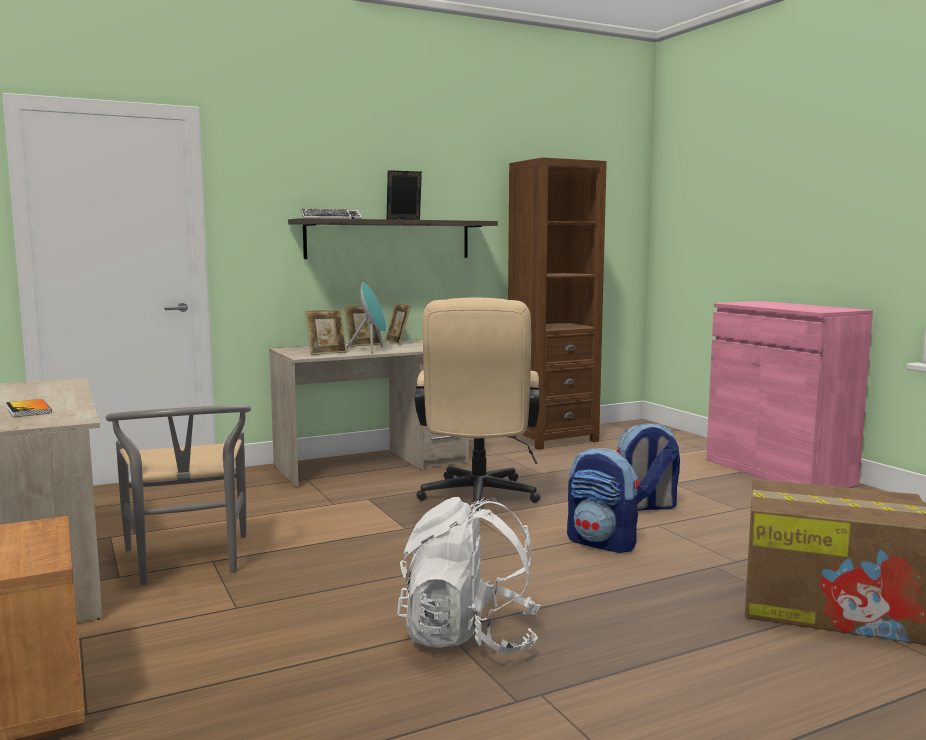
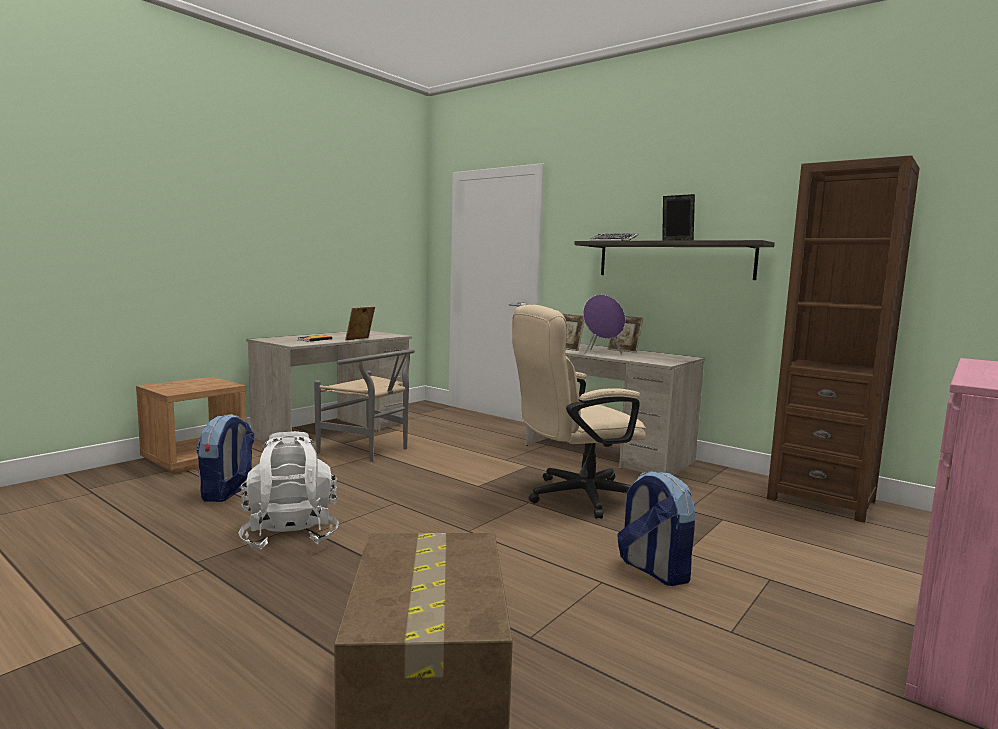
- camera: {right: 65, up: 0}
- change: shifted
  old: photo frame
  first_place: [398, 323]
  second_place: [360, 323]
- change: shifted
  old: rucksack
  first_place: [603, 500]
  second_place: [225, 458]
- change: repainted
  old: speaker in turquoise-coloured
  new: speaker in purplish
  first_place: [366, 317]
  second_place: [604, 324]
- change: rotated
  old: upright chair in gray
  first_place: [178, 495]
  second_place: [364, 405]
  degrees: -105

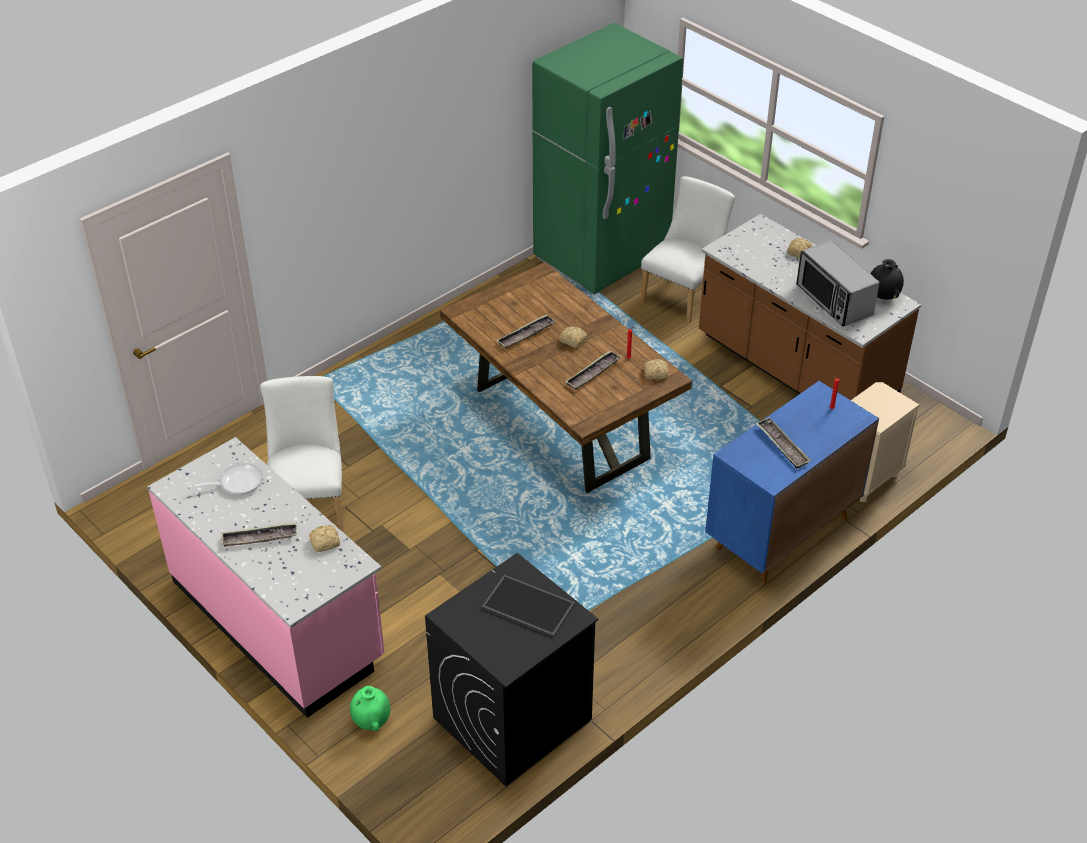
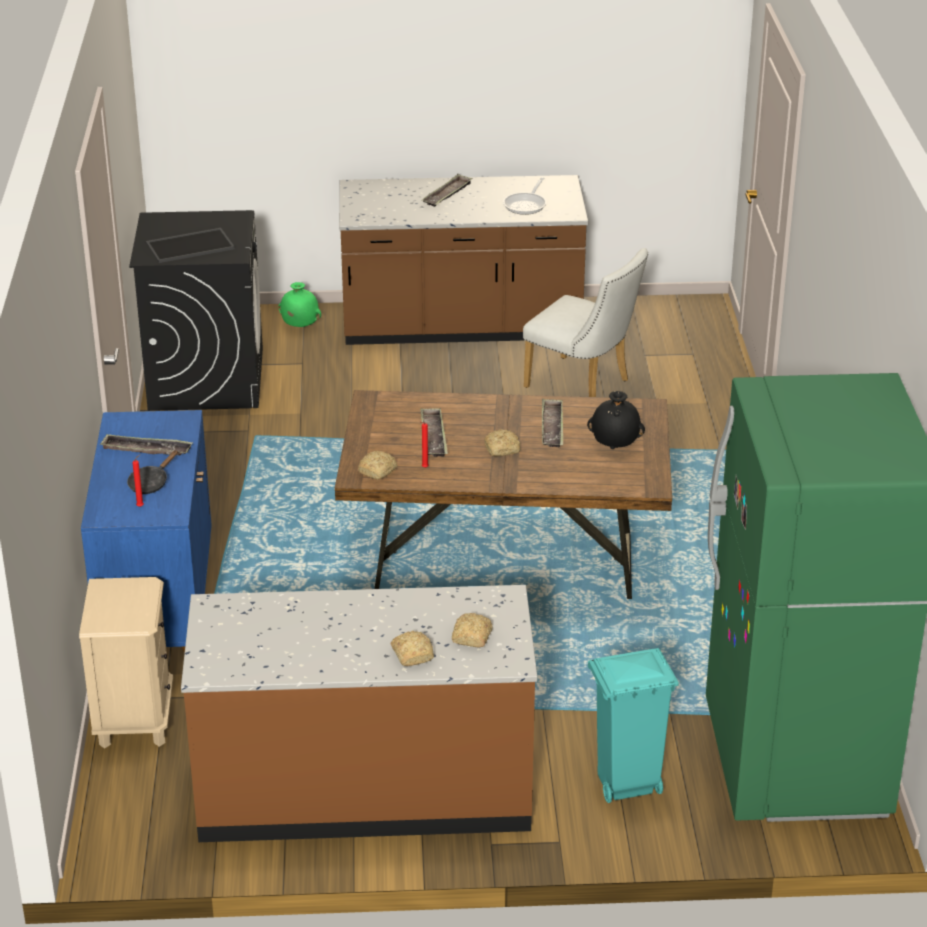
- camera: {right: 130, up: -10}
- change: gone
  old: kitchen microwave
  first_place: [838, 284]
- change: new
  new: skillet in blackish
  second_place: [152, 472]
- change: shifted
  old: bakery bread
  first_place: [324, 538]
  second_place: [472, 630]
- change: shifted
  old: decorative vase in blackish
  first_place: [887, 279]
  second_place: [616, 420]
- change: swapped
  old: upright chair in white
  new: rubbish bin in turquoise-coloured
  first_place: [688, 249]
  second_place: [633, 725]
- change: repainted
  old: kitchen base unit in pink-coloured
  new: kitchen base unit in brown
  first_place: [266, 577]
  second_place: [463, 260]

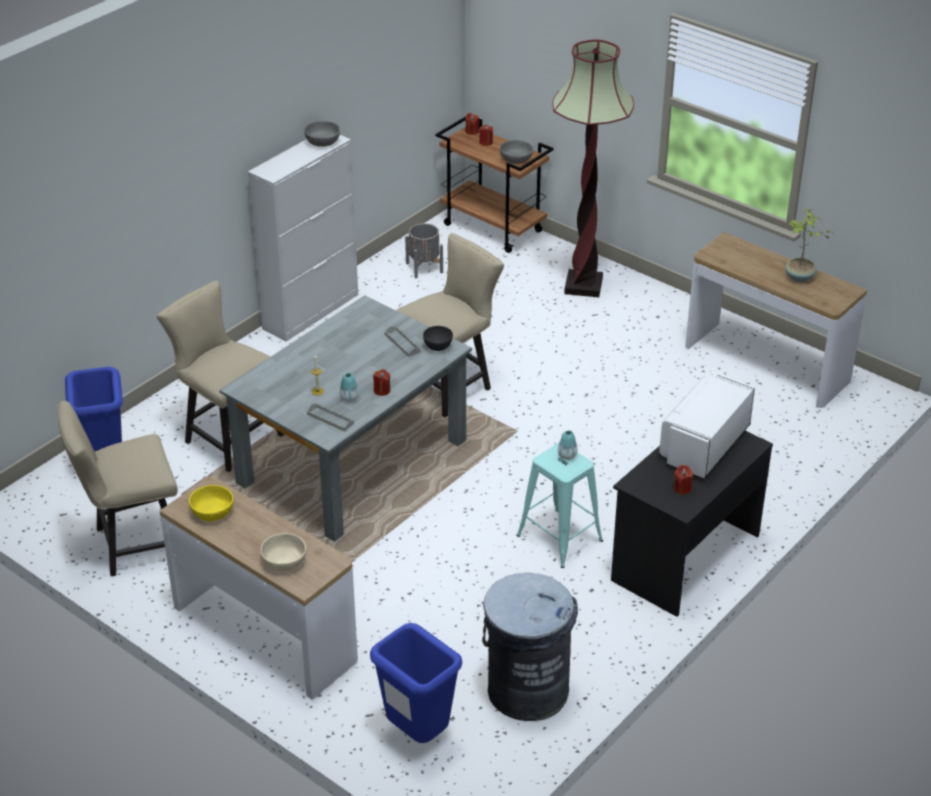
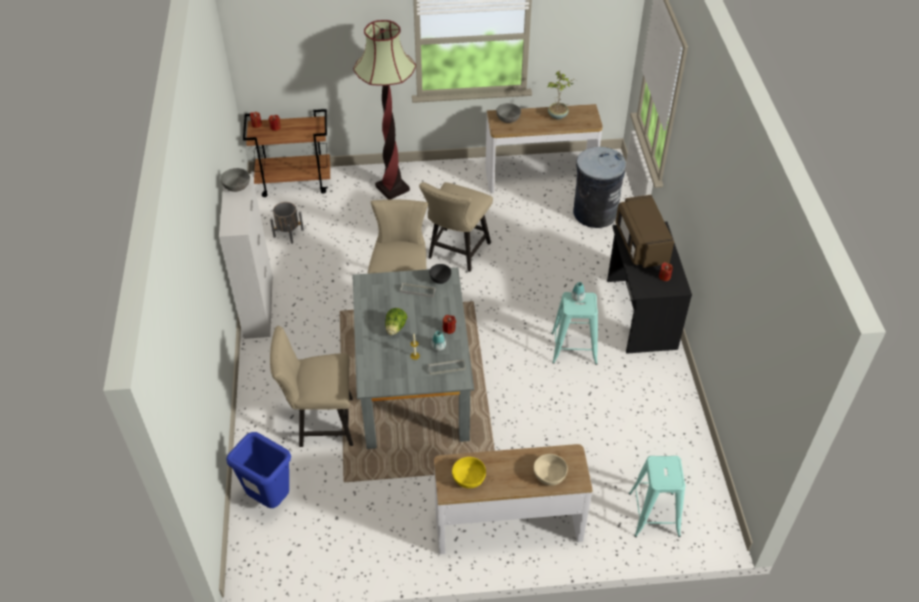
- camera: {right: -45, up: 10}
- change: new
  new: lettuce head
  second_place: [396, 322]
- change: shifted
  old: upright chair in beige
  first_place: [118, 489]
  second_place: [456, 227]
- change: shifted
  old: rubbish bin in gray
  first_place: [530, 647]
  second_place: [599, 187]
- change: shifted
  old: deep dish in gray
  first_place: [516, 152]
  second_place: [508, 113]
- change: swapped
  old: rubbish bin in bluish
  new: sitting stool in turquoise-coloured
  first_place: [416, 683]
  second_place: [657, 496]
- change: repainted
  old: kitchen microwave in white
  new: kitchen microwave in brown
  first_place: [707, 427]
  second_place: [644, 232]

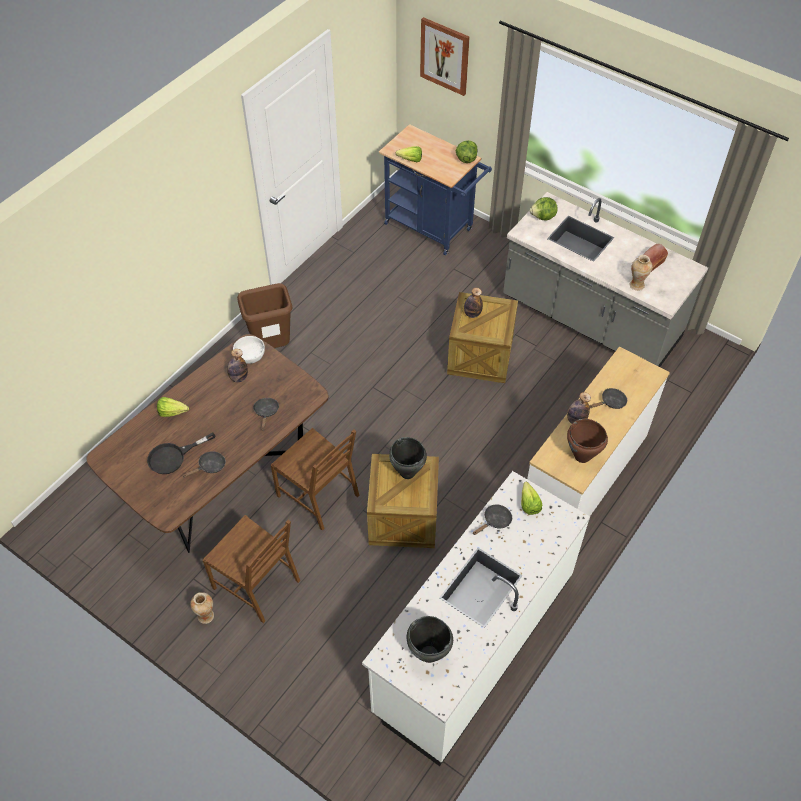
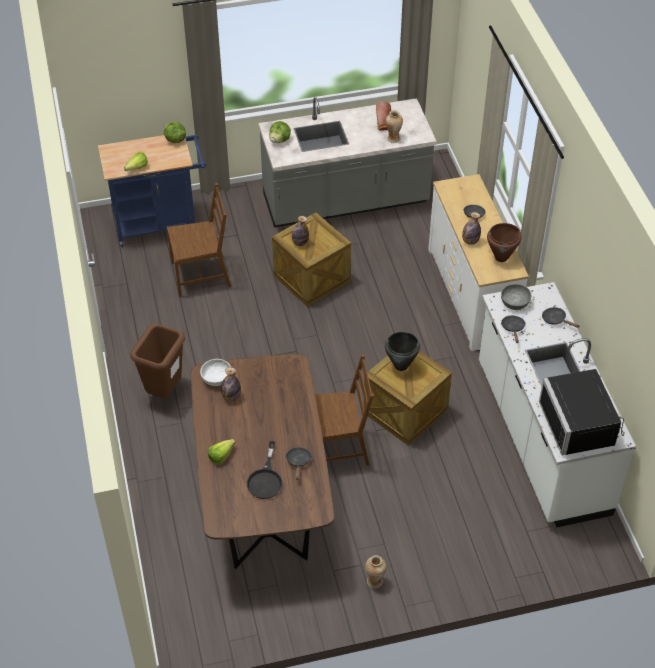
- camera: {right: -50, up: -5}
- change: gone
  old: wall art
  first_place: [445, 56]
- change: shifted
  old: upright chair in brown
  first_place: [251, 569]
  second_place: [199, 240]
- change: shifted
  old: skillet in blackish
  first_place: [266, 414]
  second_place: [560, 317]
- change: swapped
  old: stockpot in blackish
  new: kitchen microwave in blackish
  first_place: [430, 639]
  second_place: [581, 412]
- change: swapped
  old: lettuce head
  new: deep dish in gray
  first_place: [531, 498]
  second_place: [516, 297]

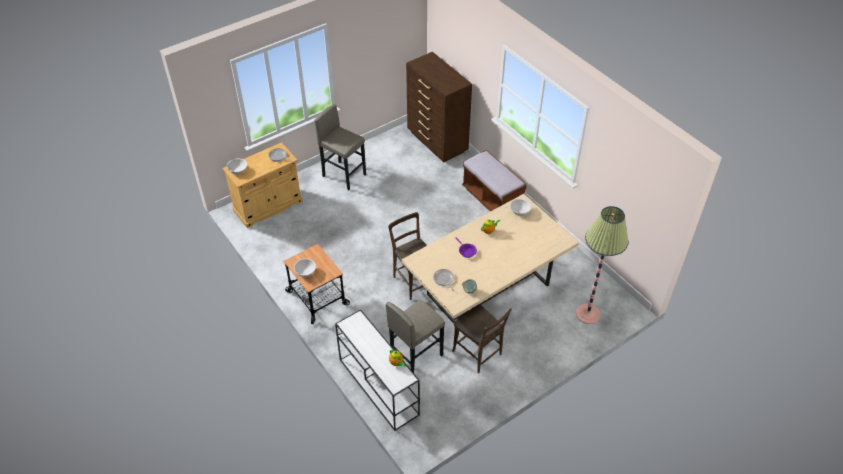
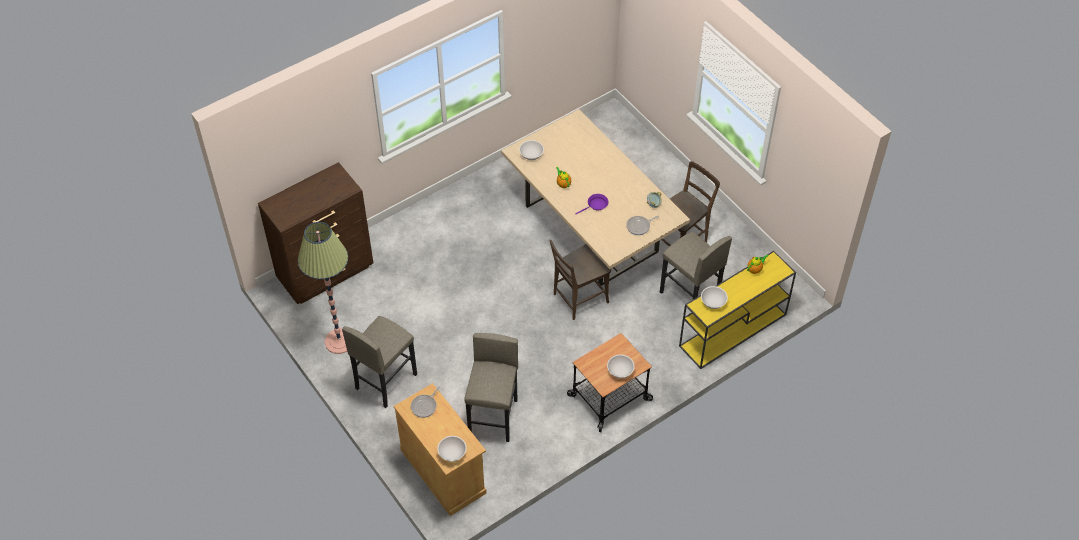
- camera: {right: -90, up: 5}
- change: gone
  old: long seat in brown
  first_place: [494, 180]
- change: new
  new: sitting stool in gray
  second_place: [491, 387]
- change: new
  new: deep dish in white
  second_place: [714, 297]
- change: shifted
  old: floor lamp
  first_place: [602, 265]
  second_place: [323, 288]
- change: repainted
  old: hall table in white
  new: hall table in yellowish
  first_place: [377, 370]
  second_place: [737, 310]

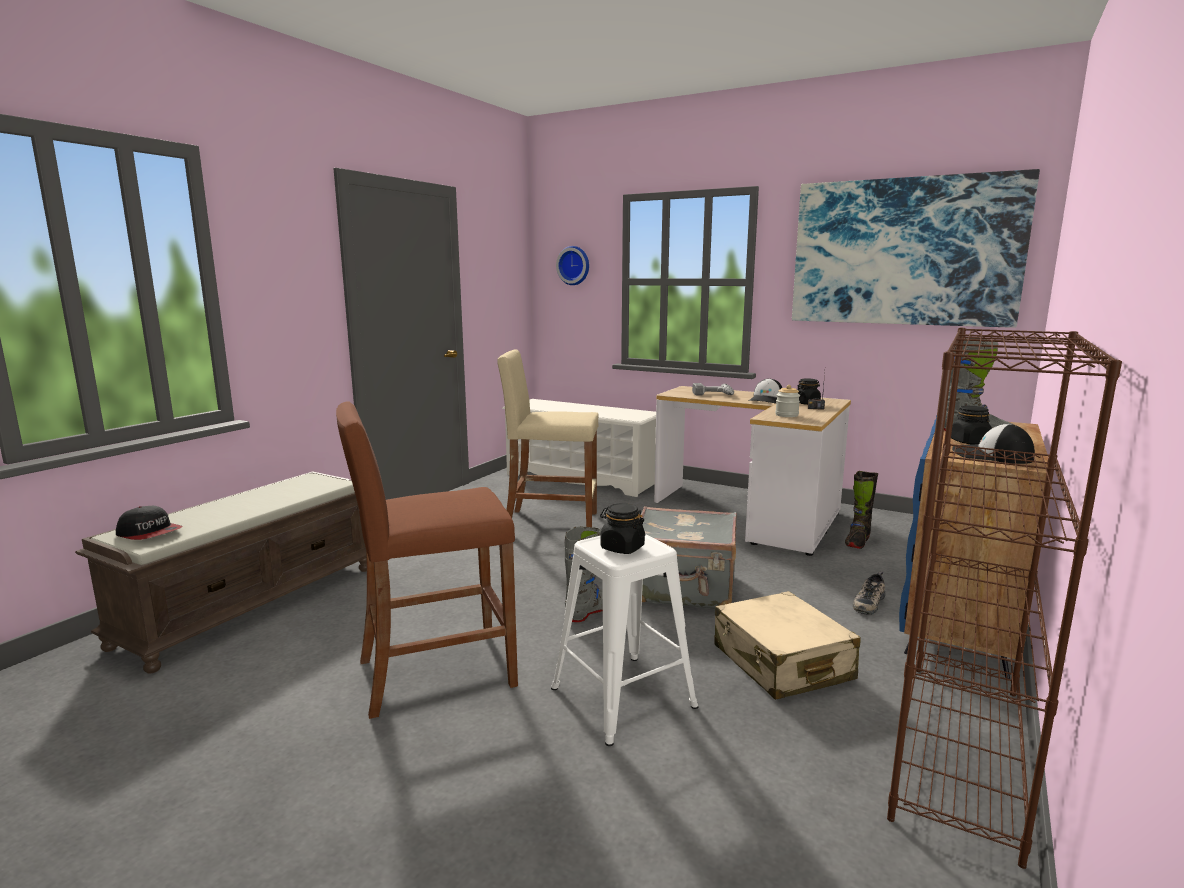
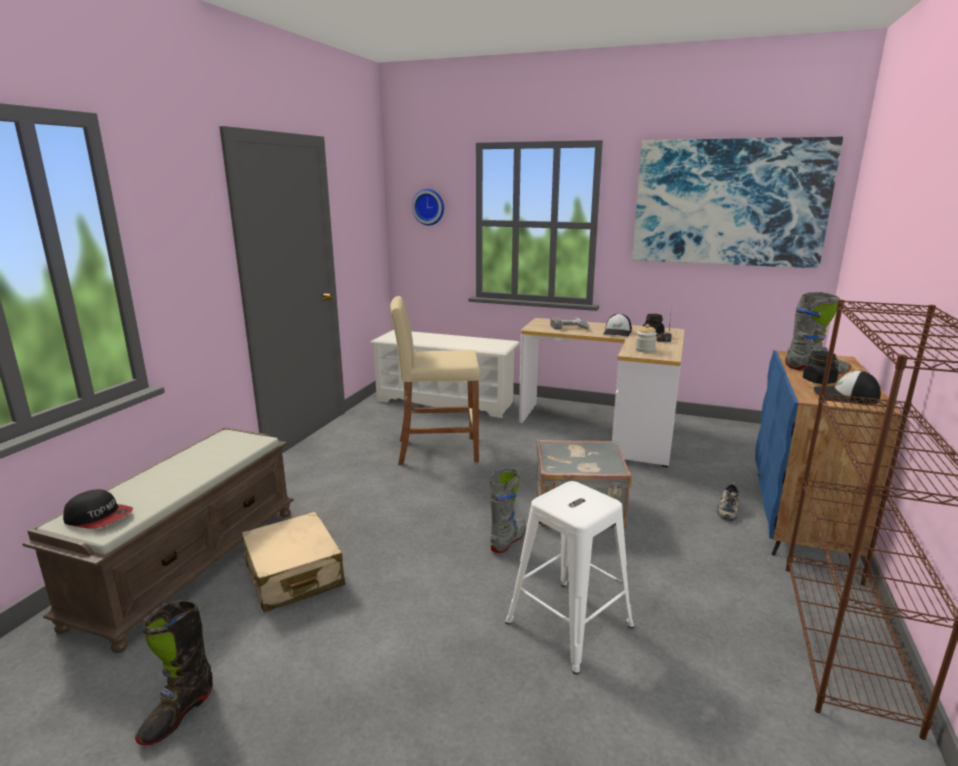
- camera: {right: -10, up: 5}
- change: gone
  old: sitting stool in brown
  first_place: [427, 560]
- change: gone
  old: storage jar in blackish
  first_place: [622, 528]
- change: shifted
  old: travel case in beige
  first_place: [787, 645]
  second_place: [293, 562]
- change: shifted
  old: boot in blackish
  first_place: [861, 510]
  second_place: [174, 673]

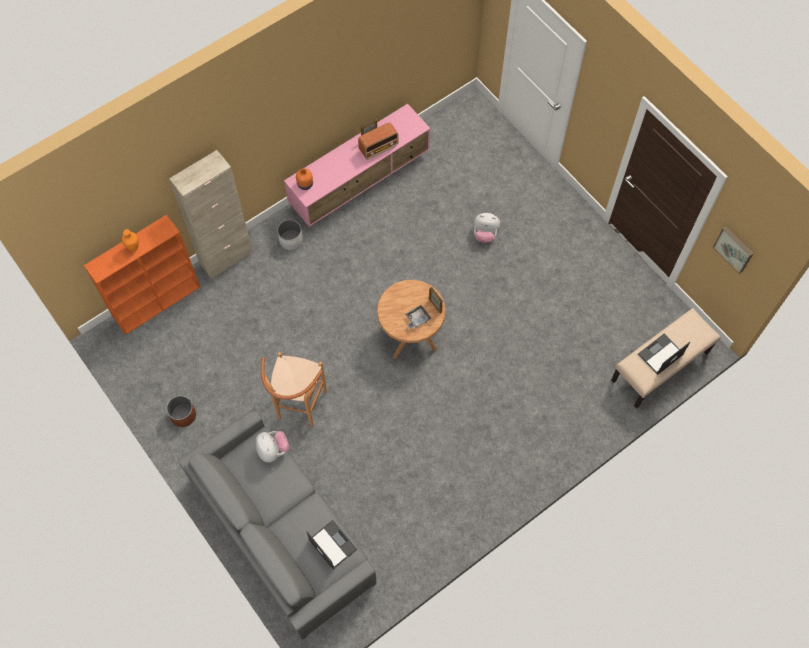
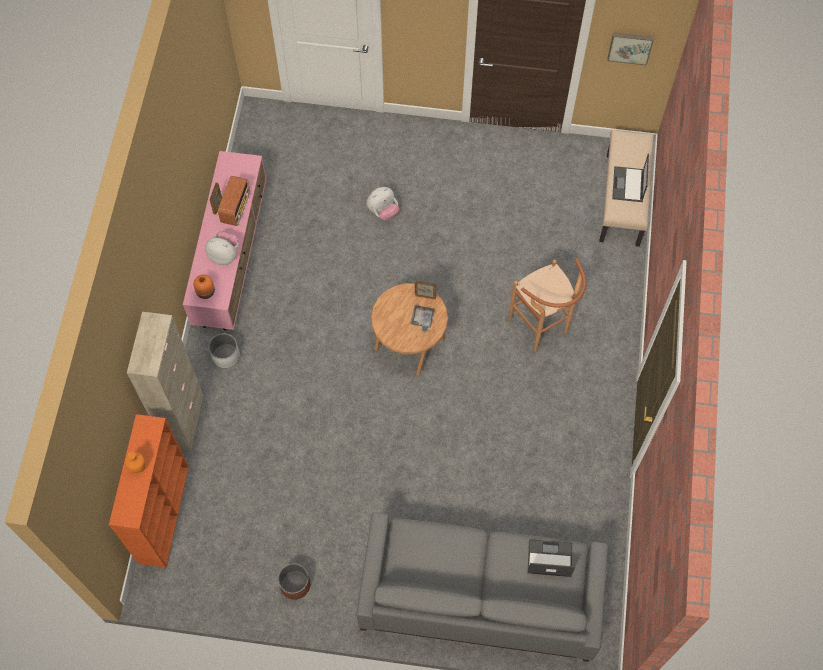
- camera: {right: -45, up: 0}
- change: shifted
  old: cuddly toy
  first_place: [272, 447]
  second_place: [222, 248]
- change: shifted
  old: sitting stool in brown
  first_place: [294, 389]
  second_place: [547, 304]

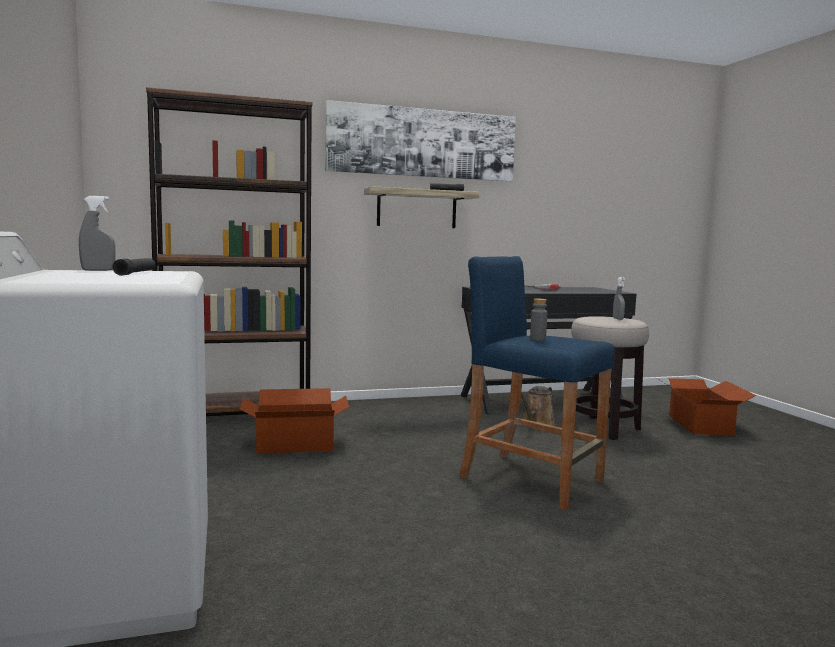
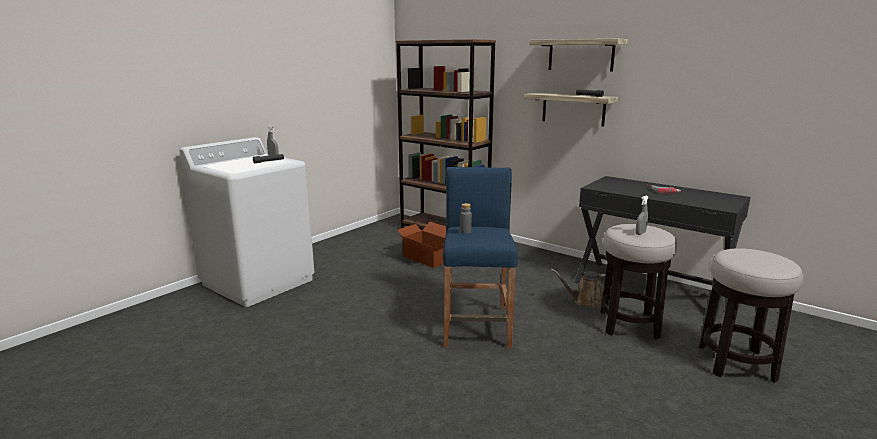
- camera: {right: 55, up: 10}
- change: swapped
  old: wall art
  new: wall shelf
  first_place: [420, 141]
  second_place: [578, 55]
- change: swapped
  old: cardboard box
  new: sitting stool
  first_place: [706, 406]
  second_place: [751, 315]

